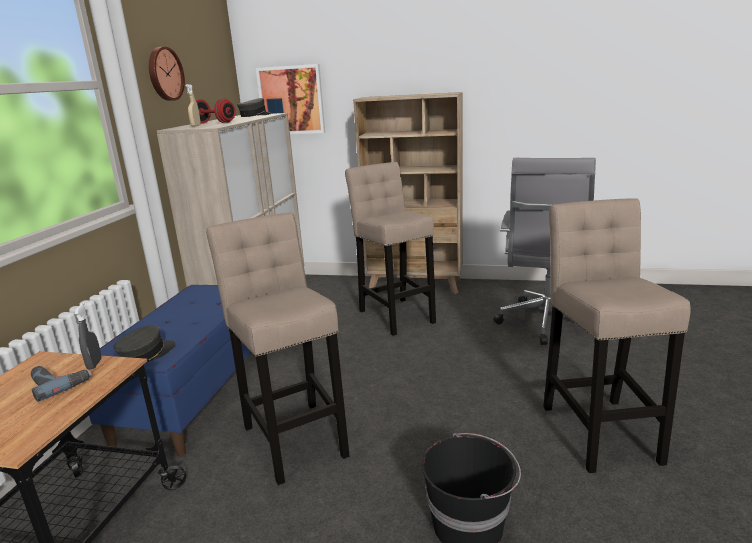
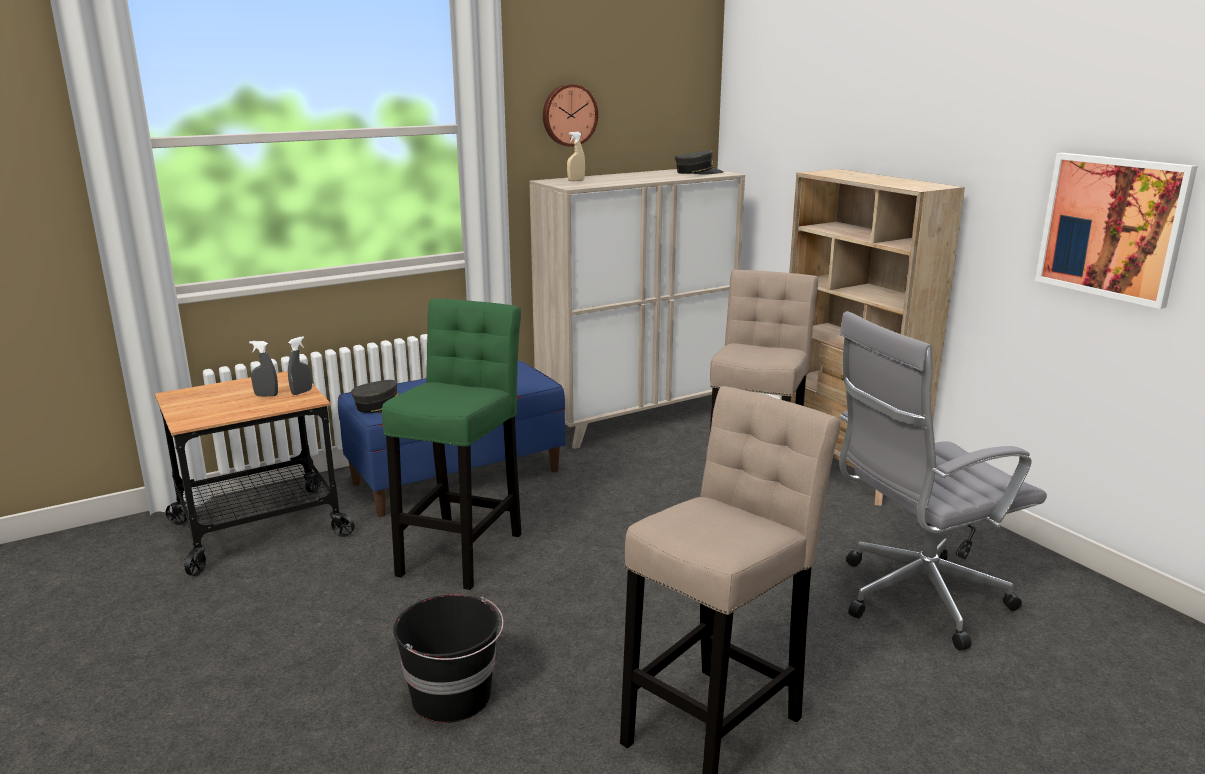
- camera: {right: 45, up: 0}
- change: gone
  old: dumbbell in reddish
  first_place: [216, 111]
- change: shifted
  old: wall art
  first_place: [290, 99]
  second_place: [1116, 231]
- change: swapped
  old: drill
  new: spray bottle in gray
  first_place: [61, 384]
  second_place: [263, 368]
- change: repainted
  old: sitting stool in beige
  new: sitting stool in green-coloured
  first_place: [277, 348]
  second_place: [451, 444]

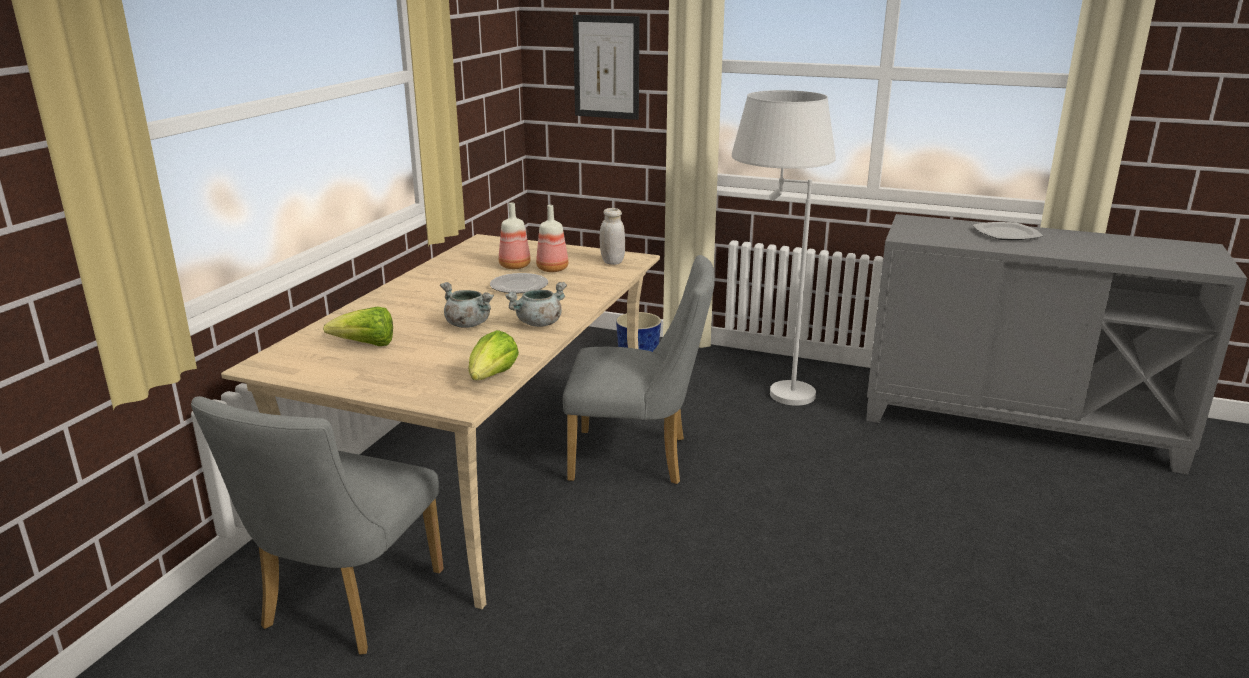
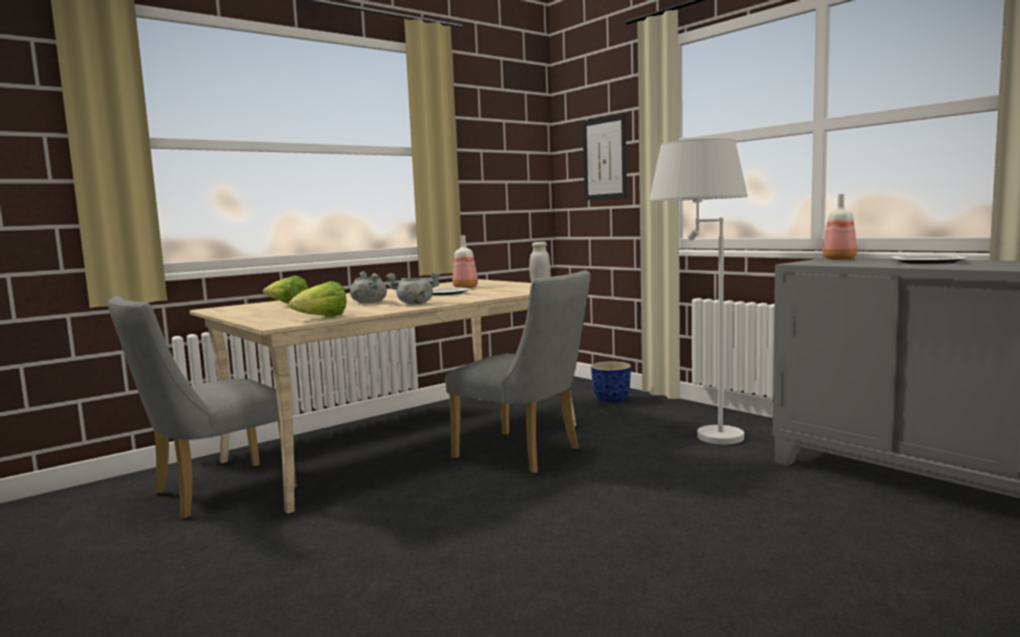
- camera: {right: 30, up: -15}
- change: shifted
  old: beverage bottle
  first_place: [552, 238]
  second_place: [840, 227]

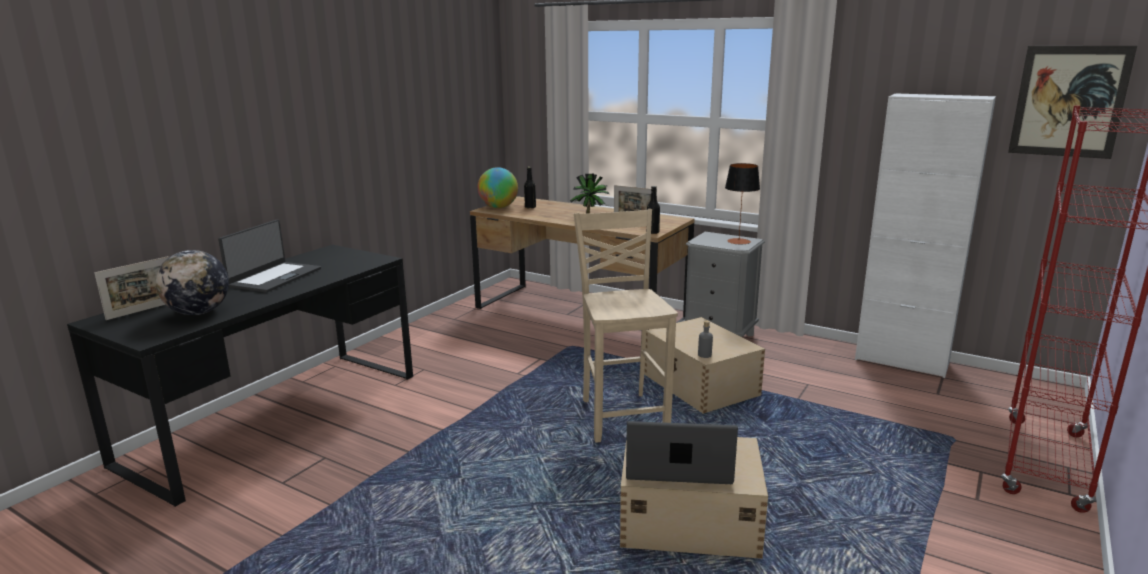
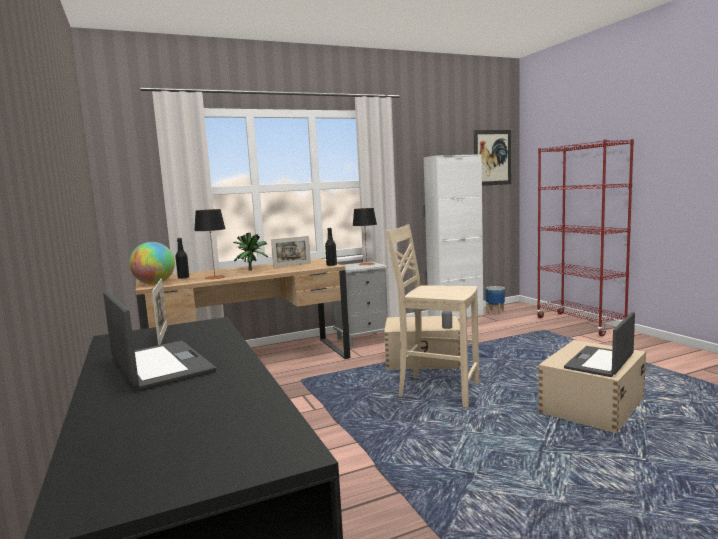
- camera: {right: -55, up: -10}
- change: gone
  old: world globe
  first_place: [192, 282]
- change: new
  new: table lamp
  second_place: [210, 244]
- change: new
  new: plant pot
  second_place: [495, 300]
- change: shifted
  old: photo frame
  first_place: [131, 288]
  second_place: [160, 311]

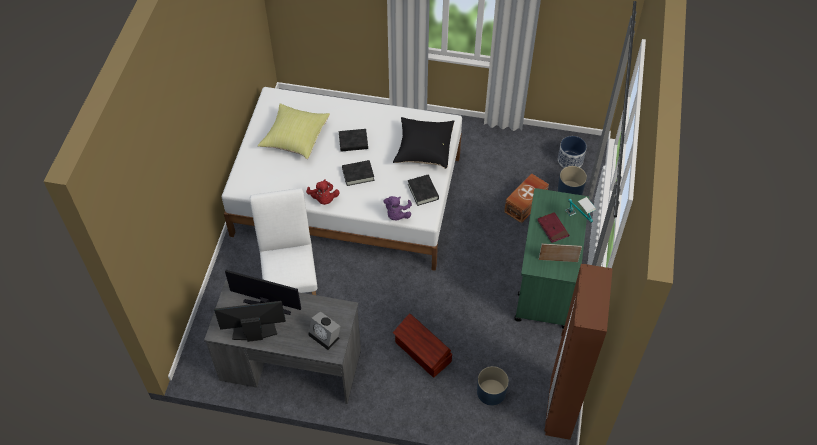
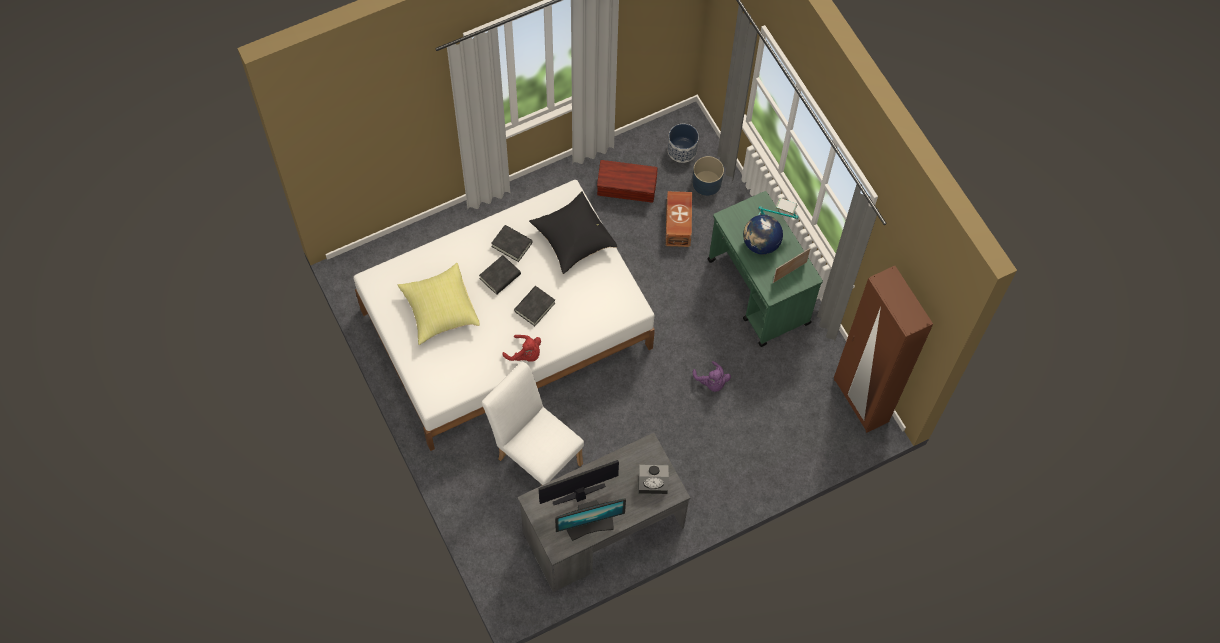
- camera: {right: -40, up: 10}
- change: gone
  old: plant pot in bluish
  first_place: [493, 386]
- change: shifted
  old: cuddly toy in purplish
  first_place: [397, 208]
  second_place: [712, 376]
- change: shifted
  old: storage bin in brown
  first_place: [422, 345]
  second_place: [627, 181]
- change: shifted
  old: volume in blackish
  first_place: [423, 190]
  second_place: [512, 243]
- change: swapped
  old: volume in reddish
  new: world globe
  first_place: [553, 227]
  second_place: [763, 235]
- change: rotated
  old: computer screen
  first_place: [250, 321]
  second_place: [590, 519]
  degrees: -150

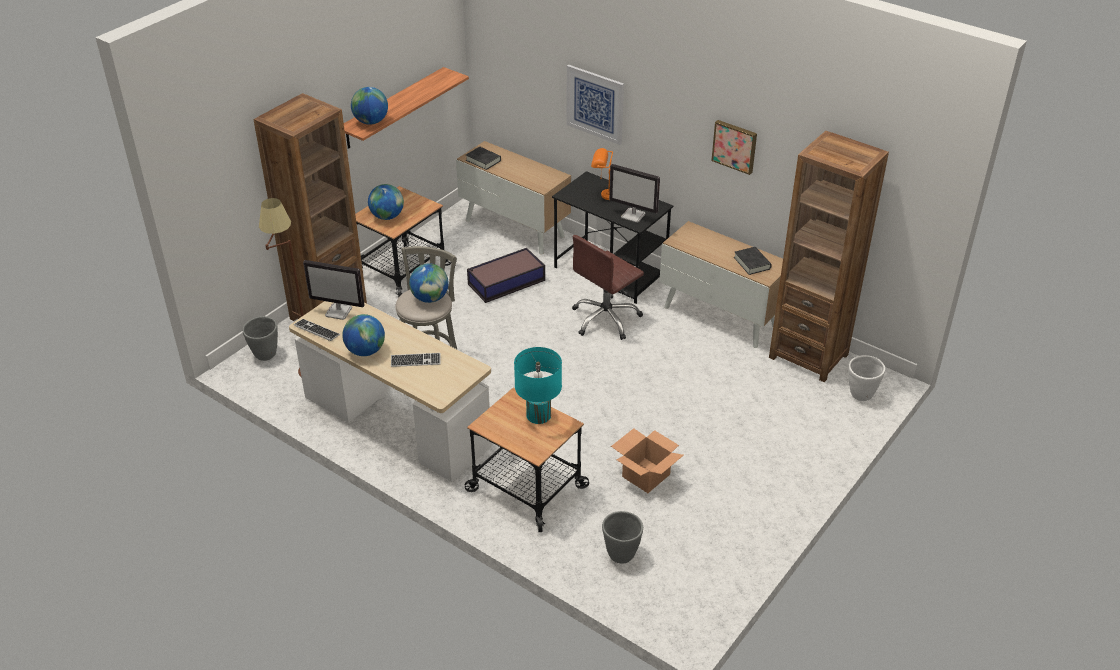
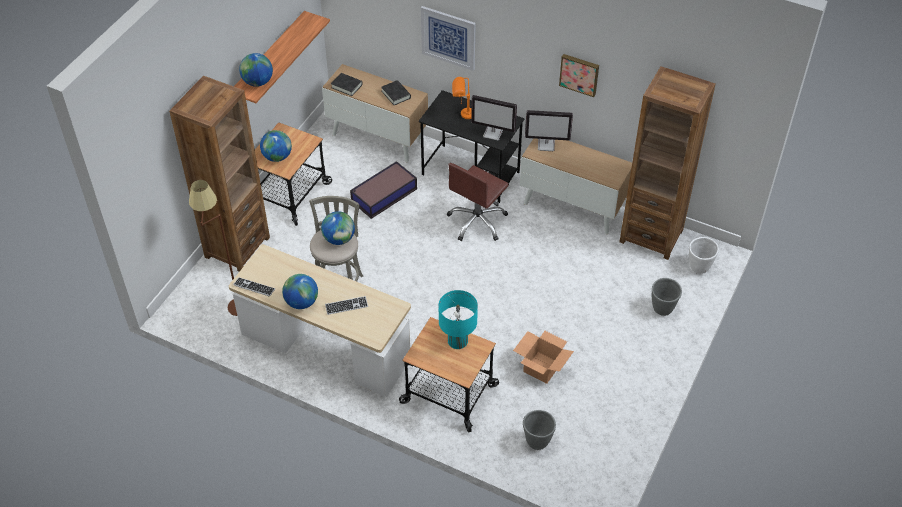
- camera: {right: -10, up: 10}
- change: shifted
  old: plant pot in gray
  first_place: [260, 338]
  second_place: [667, 297]
- change: shifted
  old: computer screen
  first_place: [334, 290]
  second_place: [549, 130]
- change: shifted
  old: volume in blackish
  first_place: [752, 261]
  second_place: [396, 92]

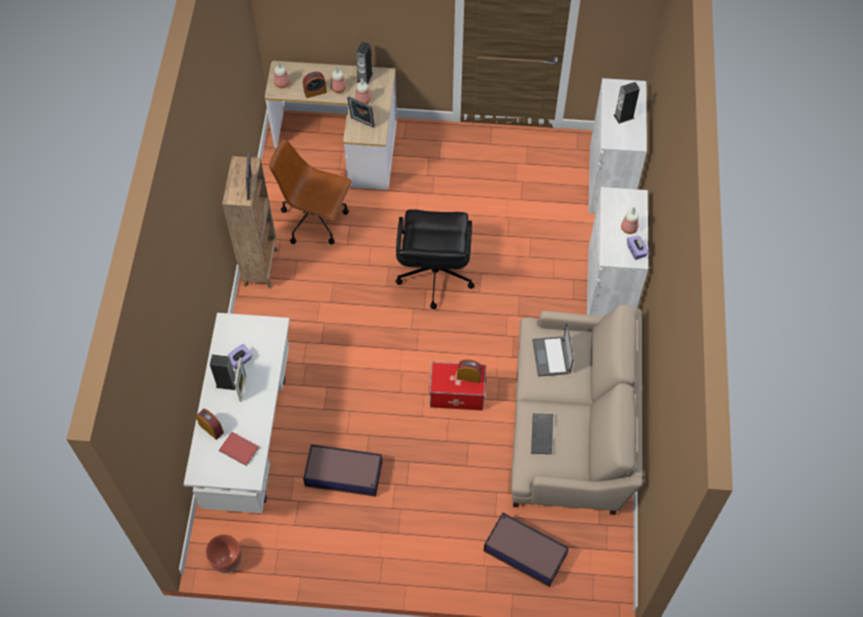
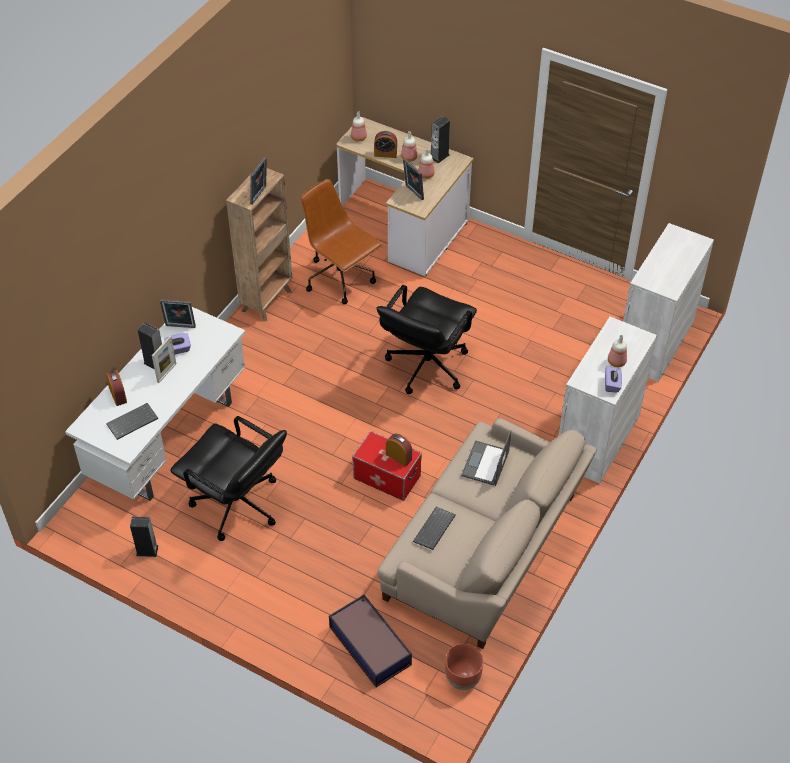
- camera: {right: 25, up: -10}
- change: new
  new: photo frame
  second_place: [178, 313]
- change: shifted
  old: plant pot in brown
  first_place: [224, 553]
  second_place: [464, 667]
- change: shifted
  old: speaker
  first_place: [627, 103]
  second_place: [144, 537]
- change: swapped
  old: volume in reddish
  new: computer keyboard
  first_place: [239, 449]
  second_place: [132, 421]
- change: swapped
  old: storage bin
  new: office chair in blackish
  first_place: [342, 470]
  second_place: [228, 478]

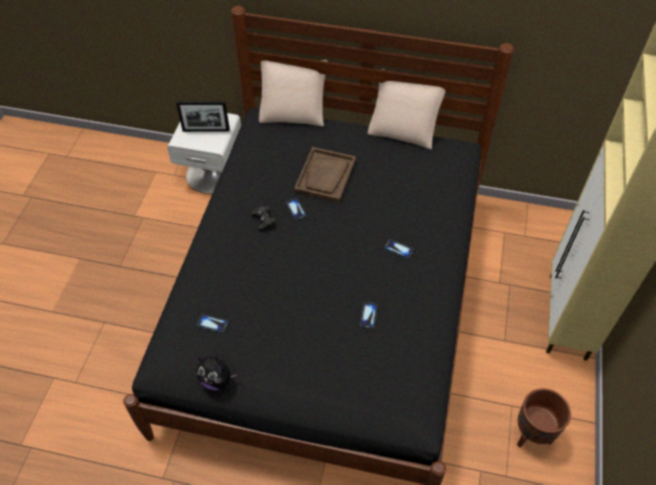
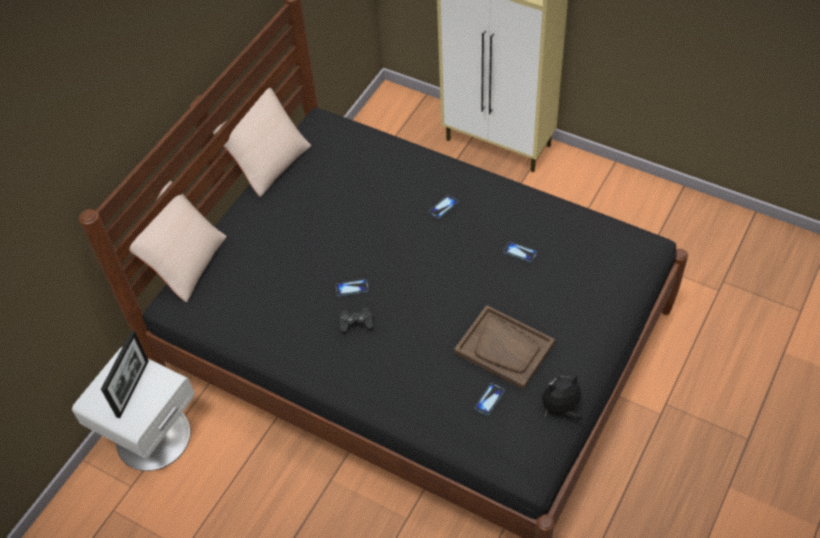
- camera: {right: -70, up: 0}
- change: gone
  old: plant pot in brown
  first_place: [544, 418]
- change: shifted
  old: carrying tray in brown
  first_place: [325, 175]
  second_place: [504, 347]
- change: rotated
  old: cuddly toy
  first_place: [216, 372]
  second_place: [562, 397]
  degrees: -150

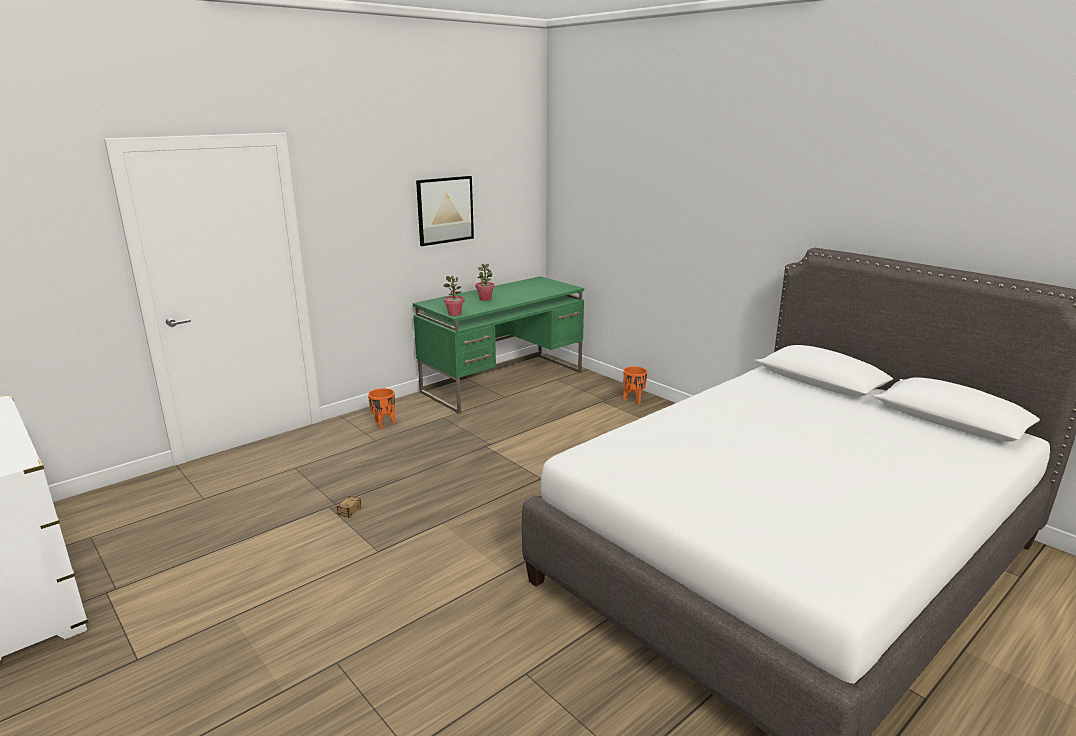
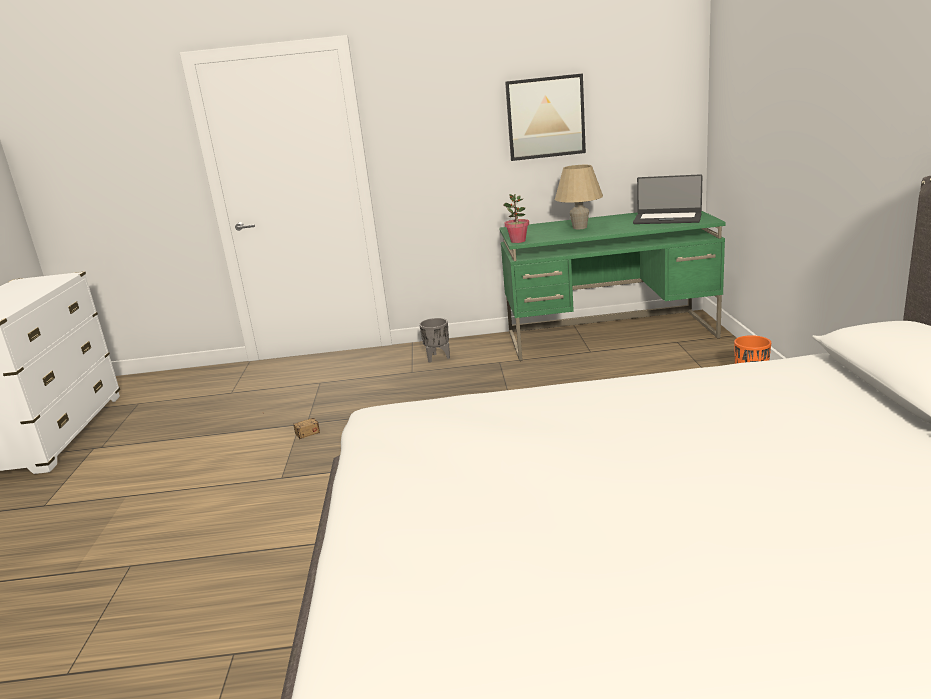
- camera: {right: 40, up: 0}
- change: new
  new: portable computer
  second_place: [667, 199]
- change: swapped
  old: houseplant
  new: table lamp in beige
  first_place: [485, 282]
  second_place: [579, 197]
- change: repainted
  old: plant pot in orange
  new: plant pot in gray
  first_place: [381, 409]
  second_place: [434, 340]

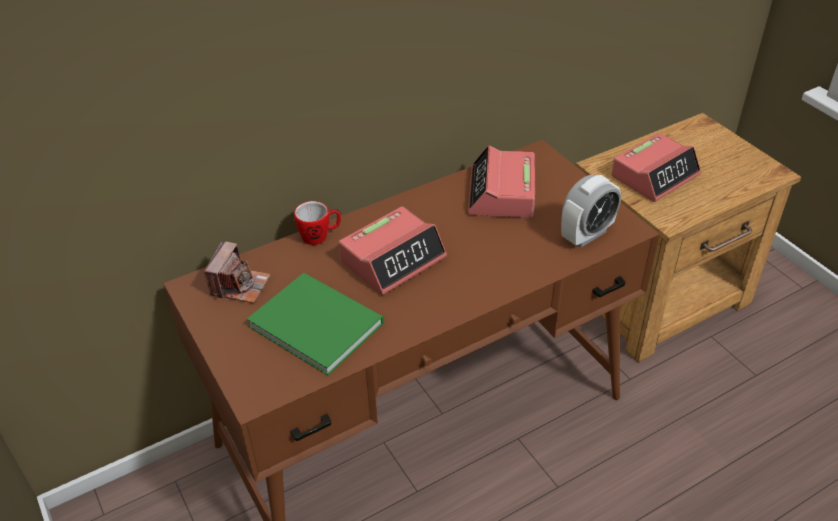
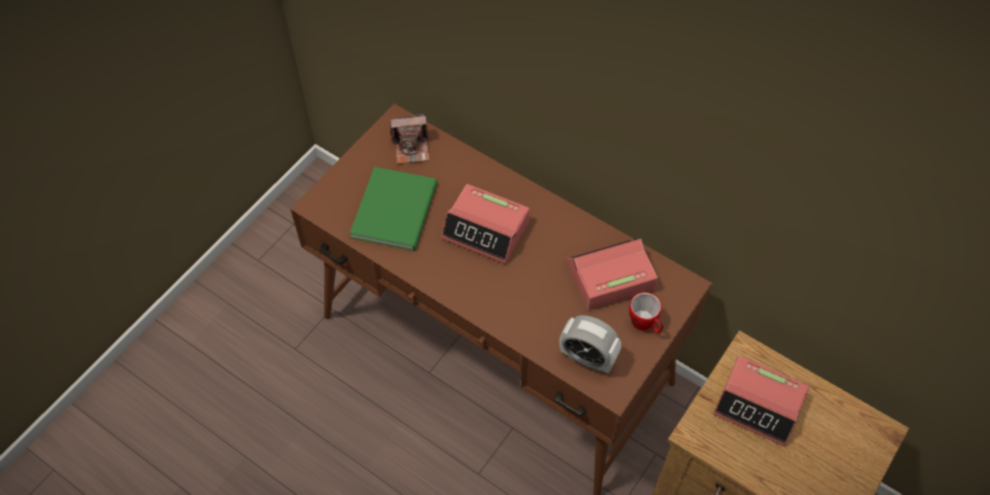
- camera: {right: 65, up: 15}
- change: shifted
  old: tea mug
  first_place: [317, 223]
  second_place: [646, 312]

